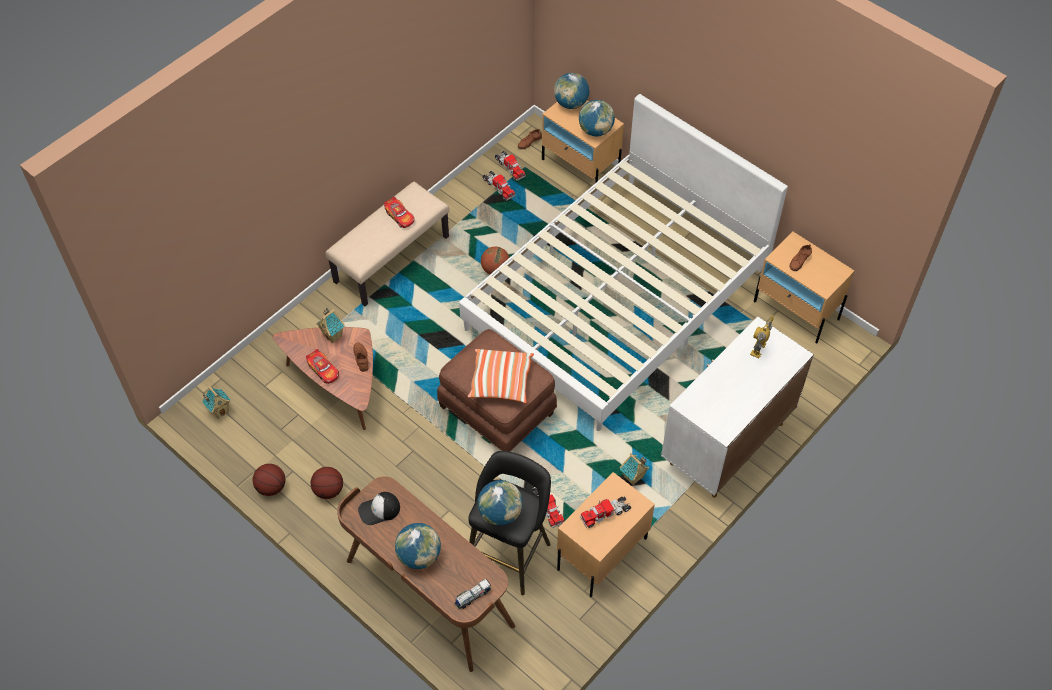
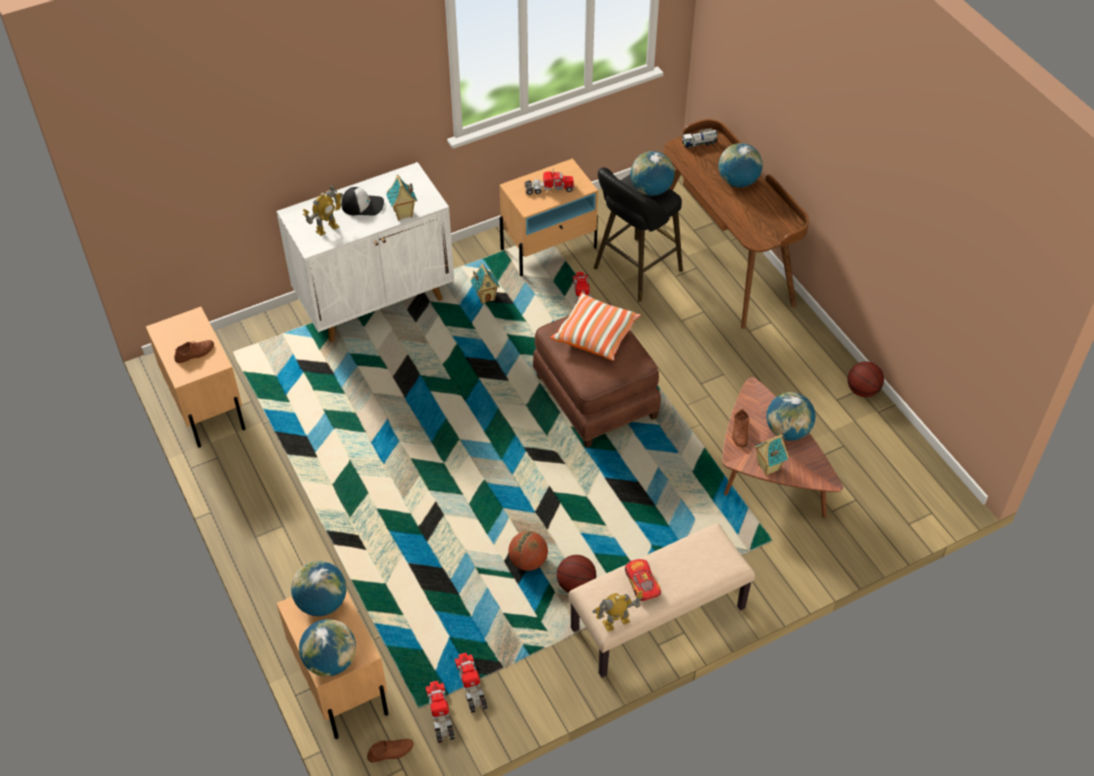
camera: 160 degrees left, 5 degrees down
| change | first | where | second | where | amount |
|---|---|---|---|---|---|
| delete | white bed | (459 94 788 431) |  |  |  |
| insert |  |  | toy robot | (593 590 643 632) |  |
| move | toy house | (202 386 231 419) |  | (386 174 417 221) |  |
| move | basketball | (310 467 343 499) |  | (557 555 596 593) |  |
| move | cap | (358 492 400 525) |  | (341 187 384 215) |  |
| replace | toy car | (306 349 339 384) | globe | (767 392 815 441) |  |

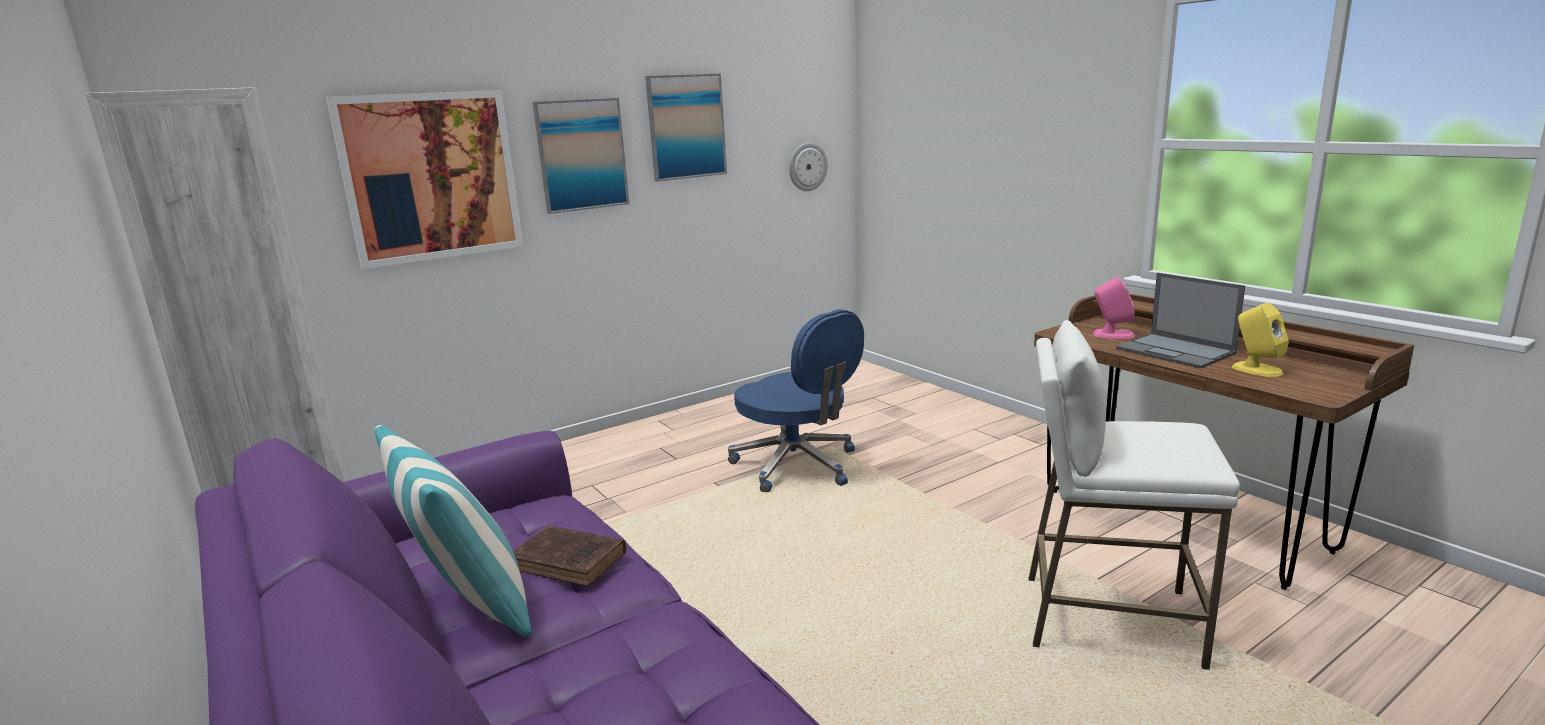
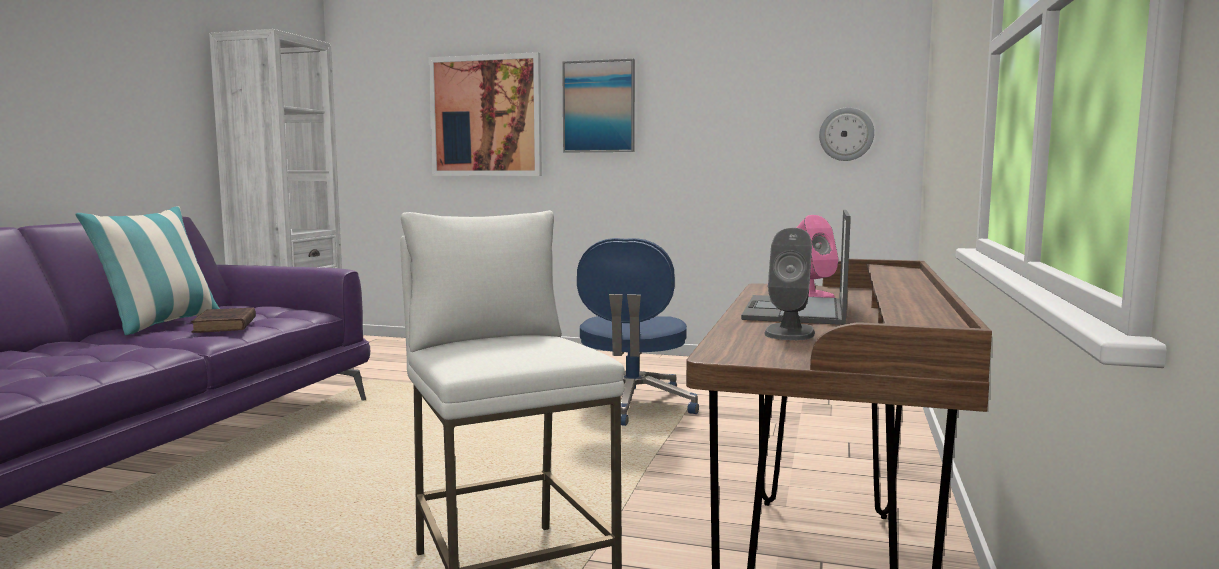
camera: 50 degrees right, 10 degrees down
| change | first | where | second | where | amount |
|---|---|---|---|---|---|
| delete | picture | (645 73 727 181) |  |  |  |
| recolor | yellow speaker | (1232 303 1289 377) | grey speaker | (764 228 815 340) |  |

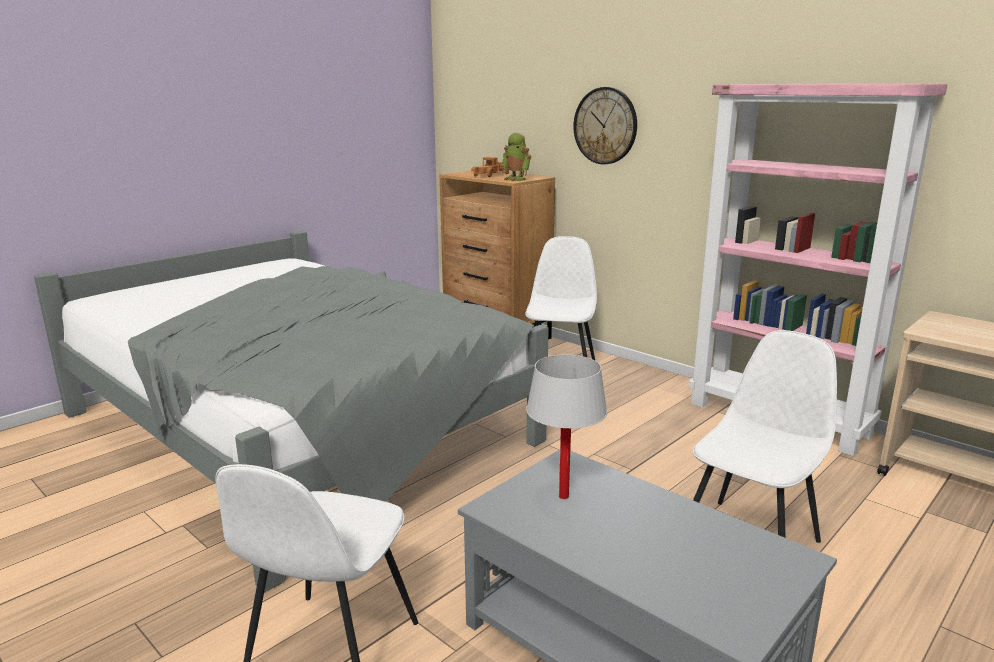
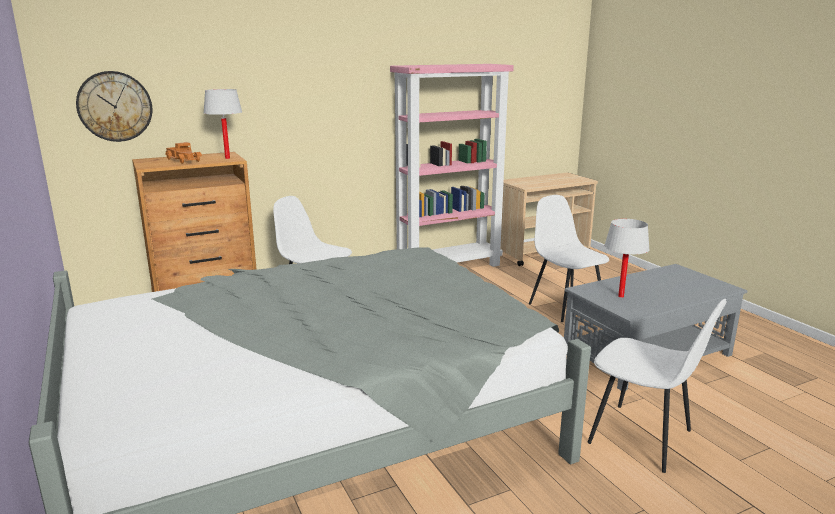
camera: 70 degrees left, 0 degrees up
| change | first | where | second | where | amount |
|---|---|---|---|---|---|
| move | wall clock | (573 87 637 164) |  | (76 71 152 142) |  |
| replace | toy robot | (501 133 531 181) | white table lamp | (204 89 242 159) |  |

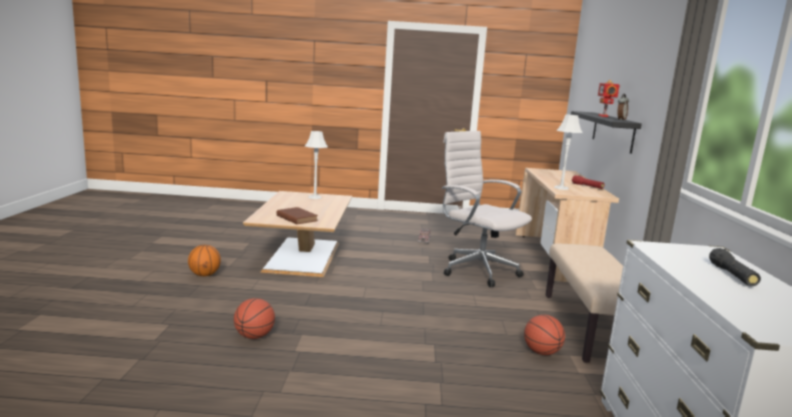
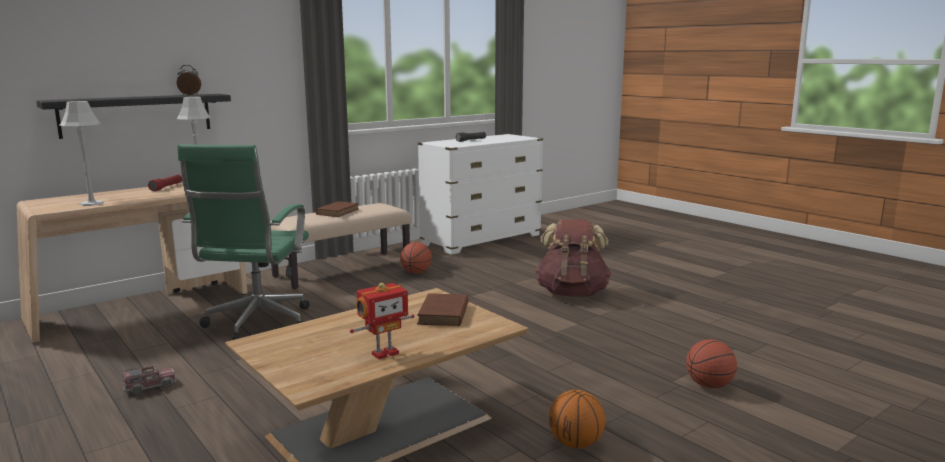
camera: 130 degrees left, 0 degrees up
| change | first | where | second | where | amount |
|---|---|---|---|---|---|
| insert |  |  | brown book | (316 201 359 217) |  |
| insert |  |  | brown backpack | (535 220 611 297) |  |
| move | basketball | (234 298 275 339) |  | (686 339 737 388) |  |
| move | grey table lamp | (305 131 328 199) |  | (59 101 104 206) |  |
| move | toy robot | (598 80 620 117) |  | (350 283 414 360) |  |
| recolor | white office chair | (442 131 532 287) | green office chair | (178 144 310 340) |  |

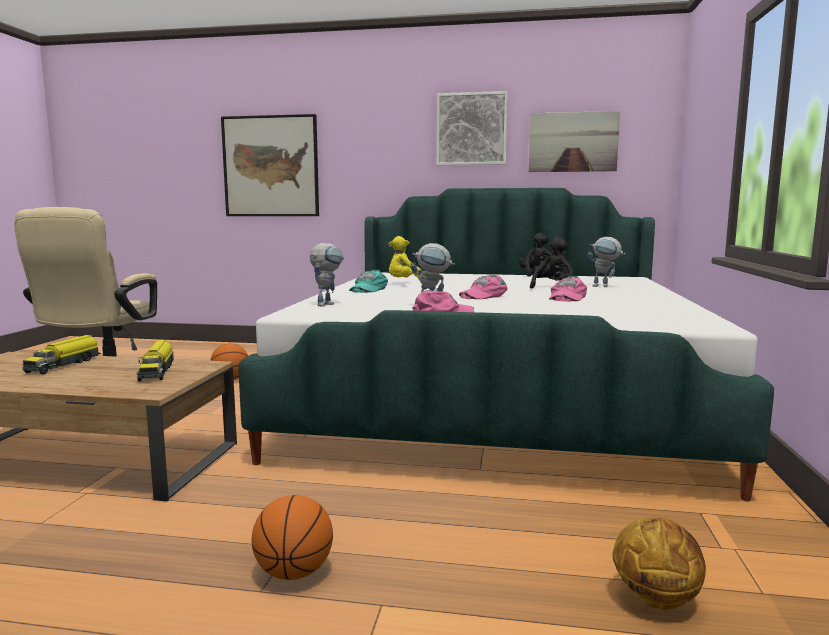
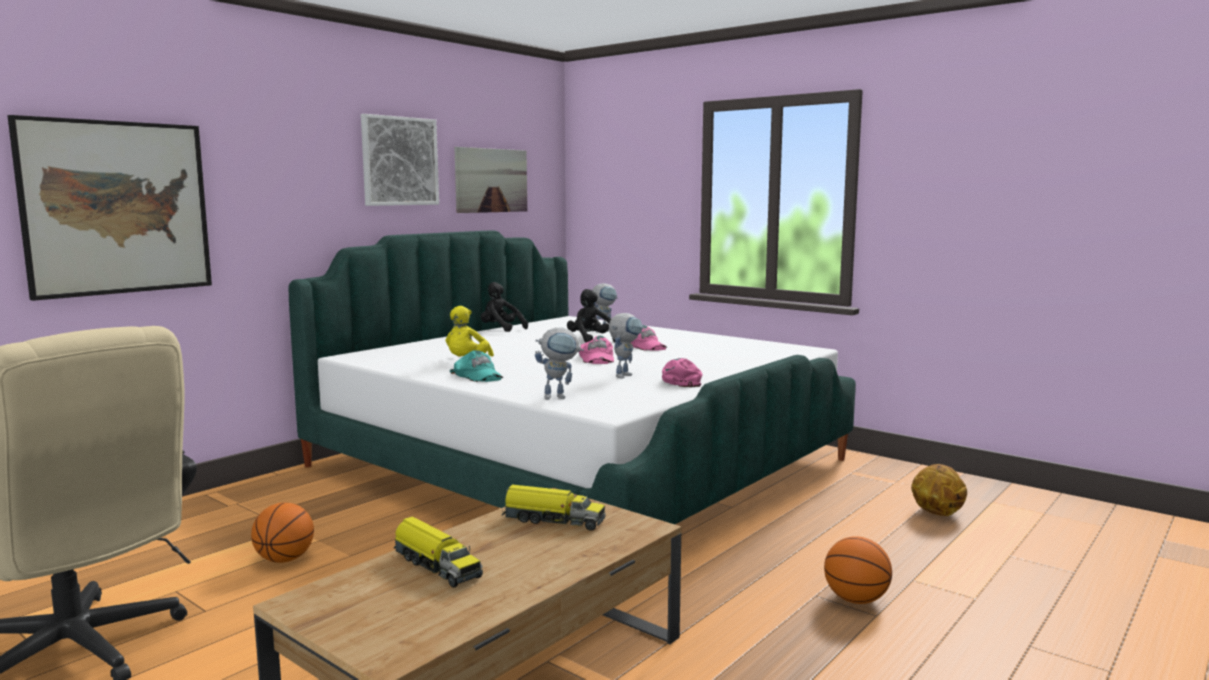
camera: 60 degrees left, 0 degrees up
| change | first | where | second | where | amount |
|---|---|---|---|---|---|
| rotate | toy robot | (310 243 344 307) |  | (535 327 584 400) | 105 degrees clockwise |

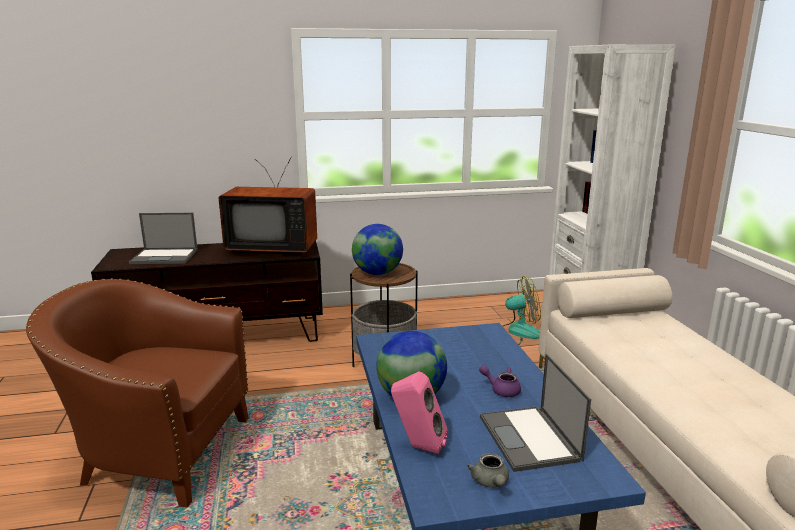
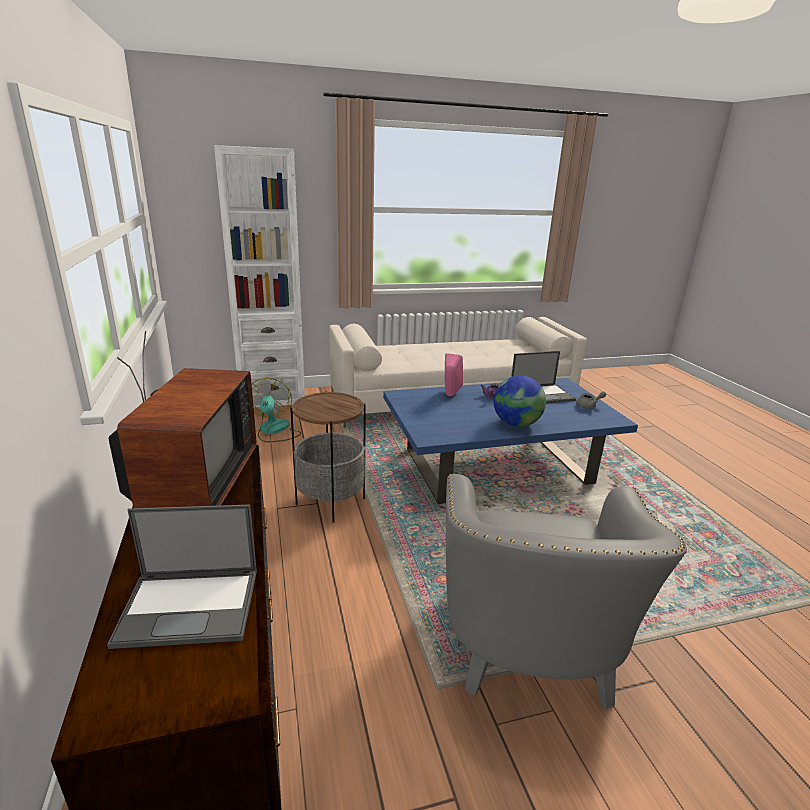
camera: 95 degrees left, 5 degrees up
| change | first | where | second | where | amount |
|---|---|---|---|---|---|
| delete | globe | (352 224 403 275) |  |  |  |
| move | pink speaker | (391 371 448 454) |  | (444 353 463 396) |  |
| recolor | brown armchair | (26 278 249 507) | grey armchair | (446 474 687 709) |  |
| rotate | laptop | (129 213 198 264) |  | (107 505 257 649) | 90 degrees clockwise |

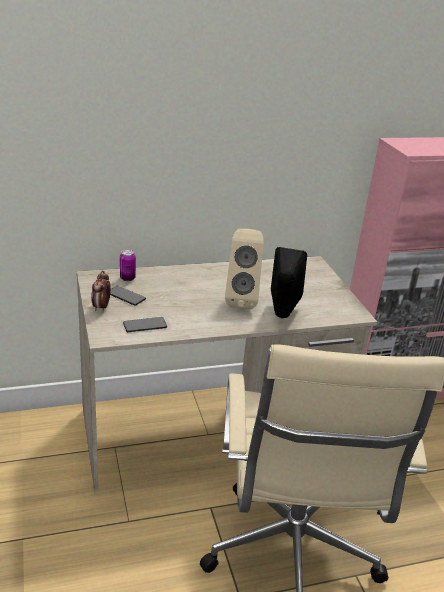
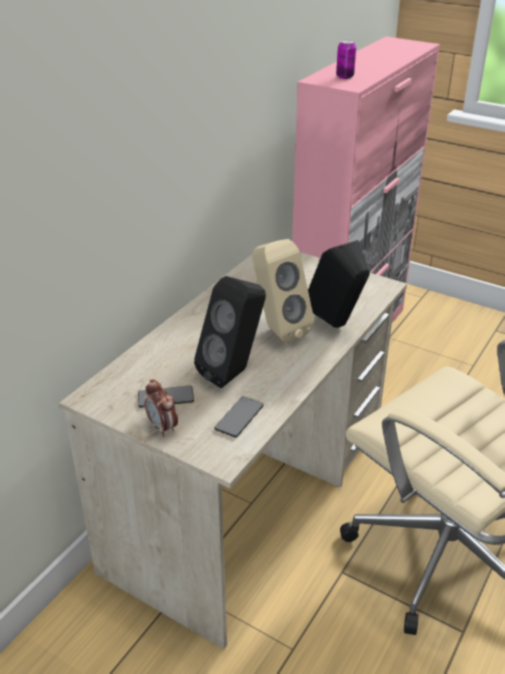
camera: 40 degrees left, 5 degrees up
| change | first | where | second | where | amount |
|---|---|---|---|---|---|
| insert |  |  | black speaker | (194 276 266 388) |  |
| move | can | (120 250 136 281) |  | (336 40 356 79) |  |

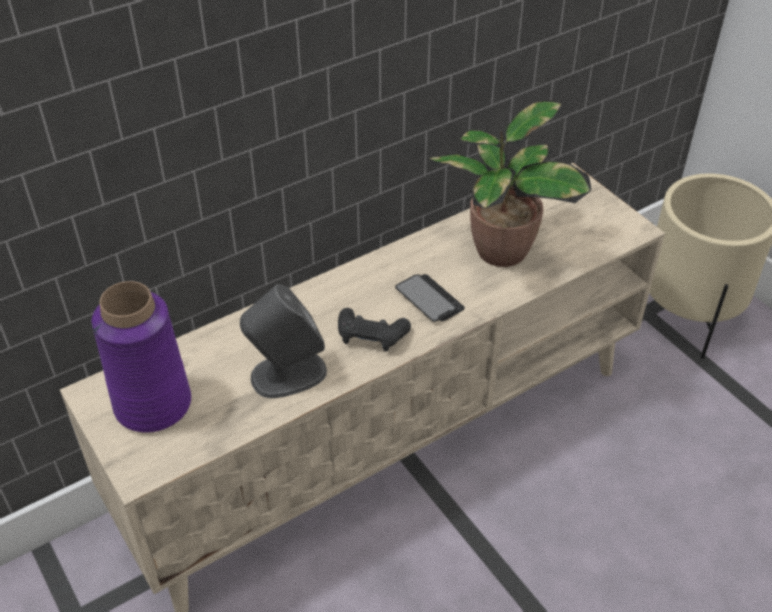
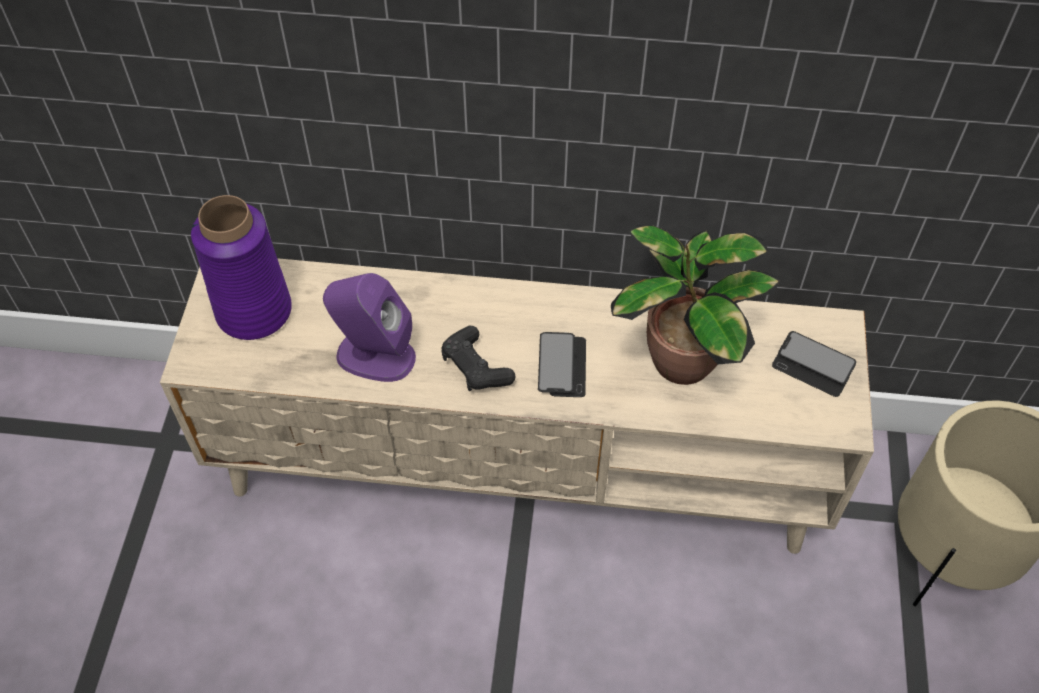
camera: 40 degrees right, 10 degrees up
| change | first | where | second | where | amount |
|---|---|---|---|---|---|
| insert |  |  | phone | (772 331 856 397) |  |
| recolor | grey speaker | (240 284 327 398) | purple speaker | (323 273 416 382) |  |

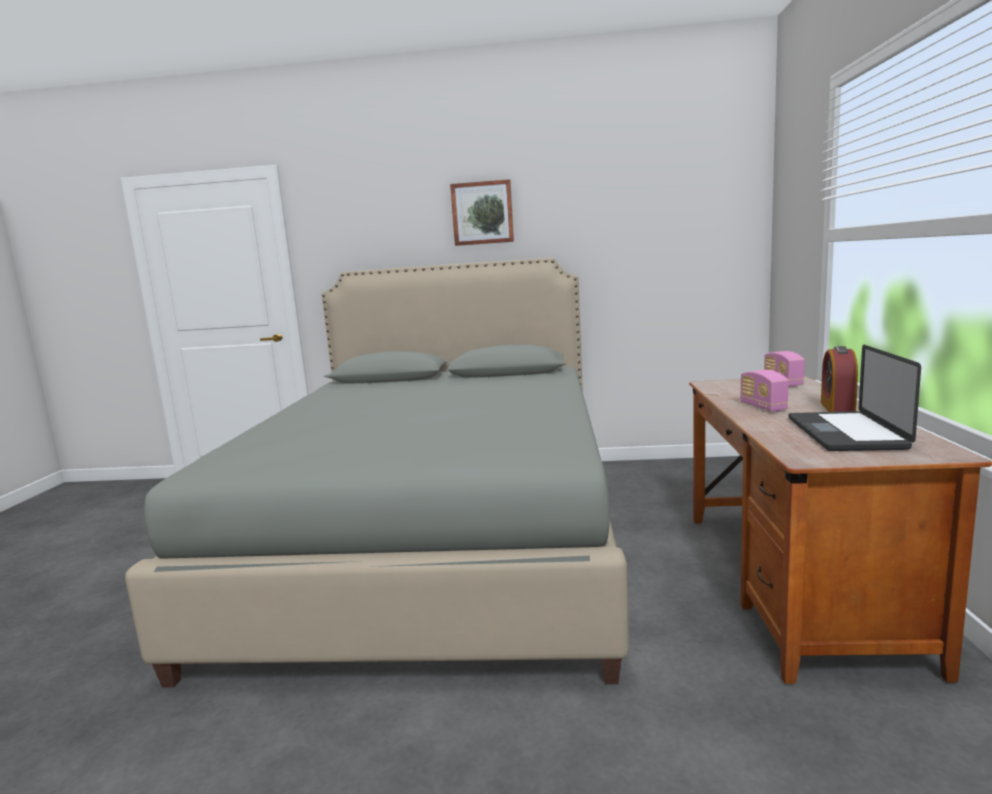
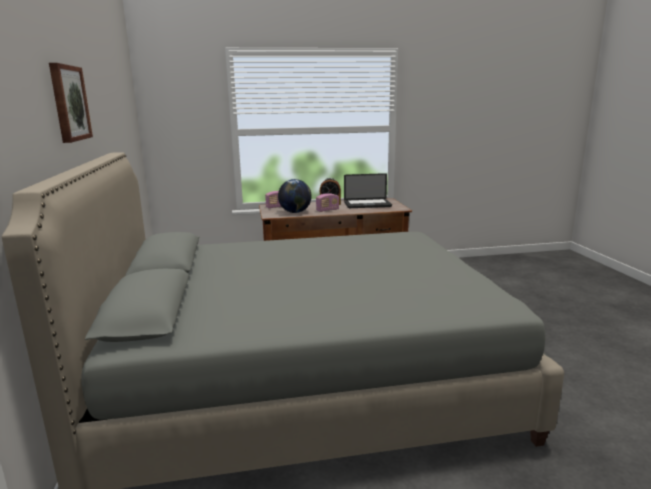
camera: 105 degrees left, 5 degrees up
| change | first | where | second | where | amount |
|---|---|---|---|---|---|
| insert |  |  | globe | (278 179 312 213) |  |

